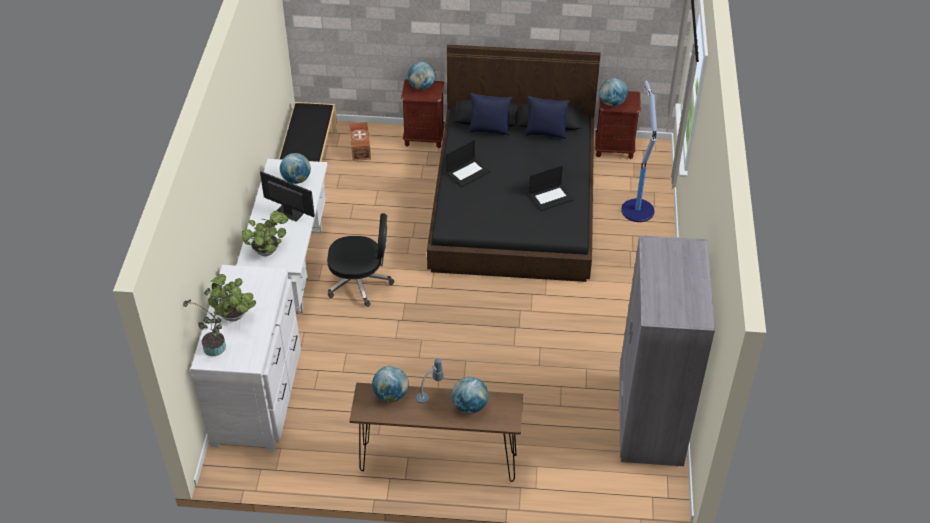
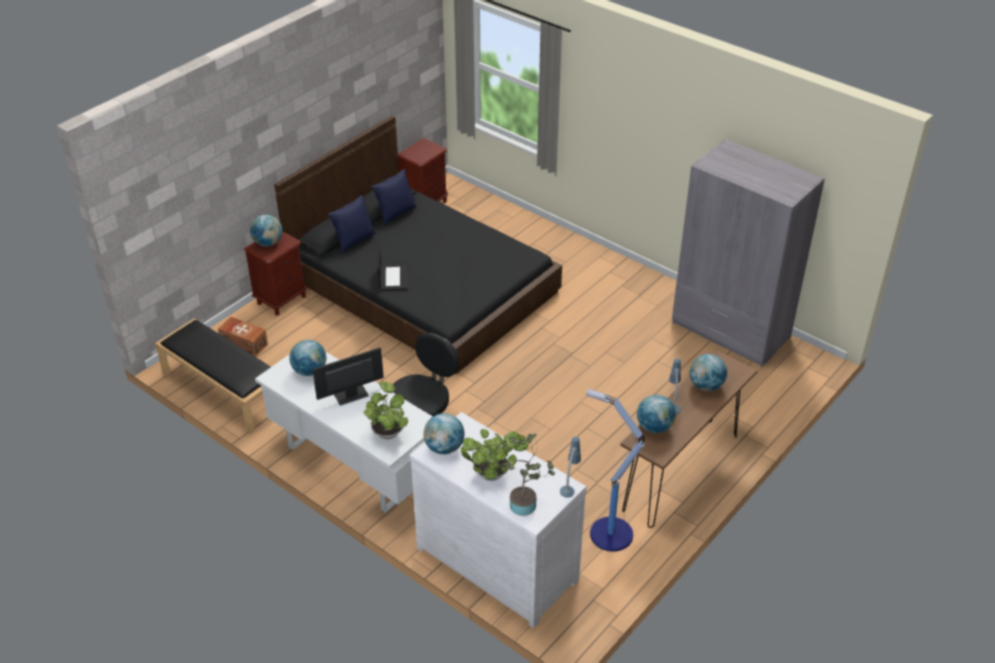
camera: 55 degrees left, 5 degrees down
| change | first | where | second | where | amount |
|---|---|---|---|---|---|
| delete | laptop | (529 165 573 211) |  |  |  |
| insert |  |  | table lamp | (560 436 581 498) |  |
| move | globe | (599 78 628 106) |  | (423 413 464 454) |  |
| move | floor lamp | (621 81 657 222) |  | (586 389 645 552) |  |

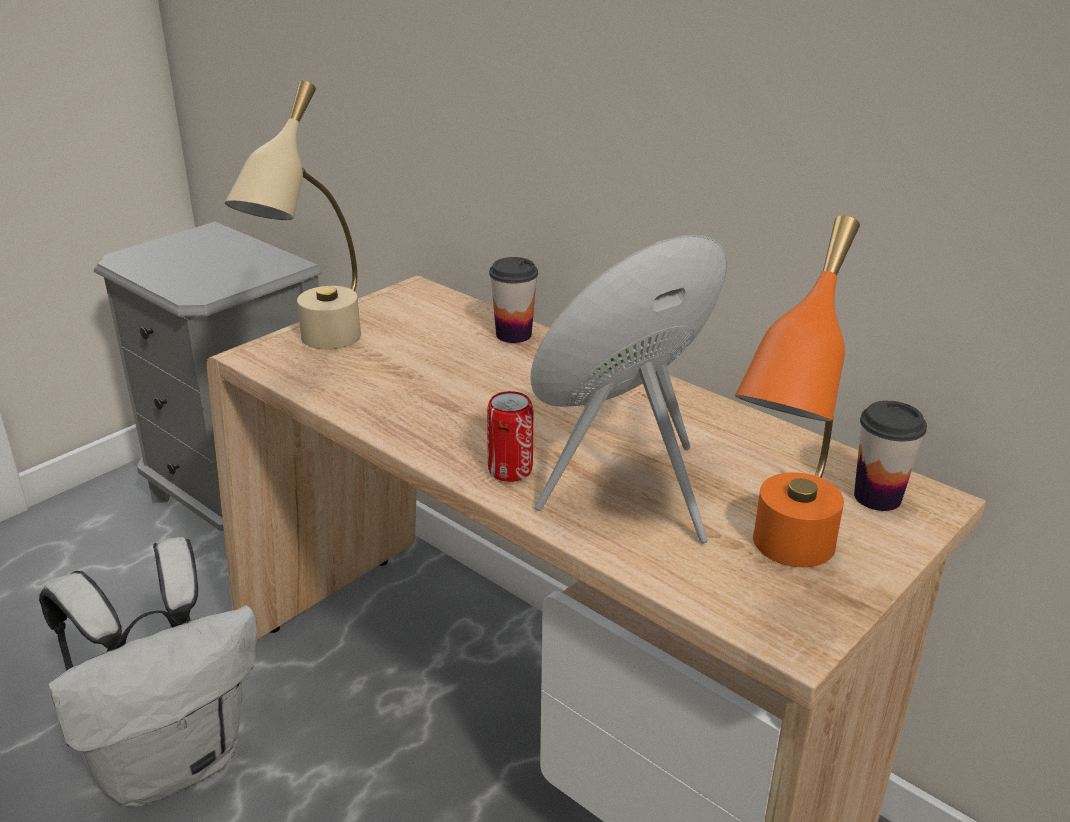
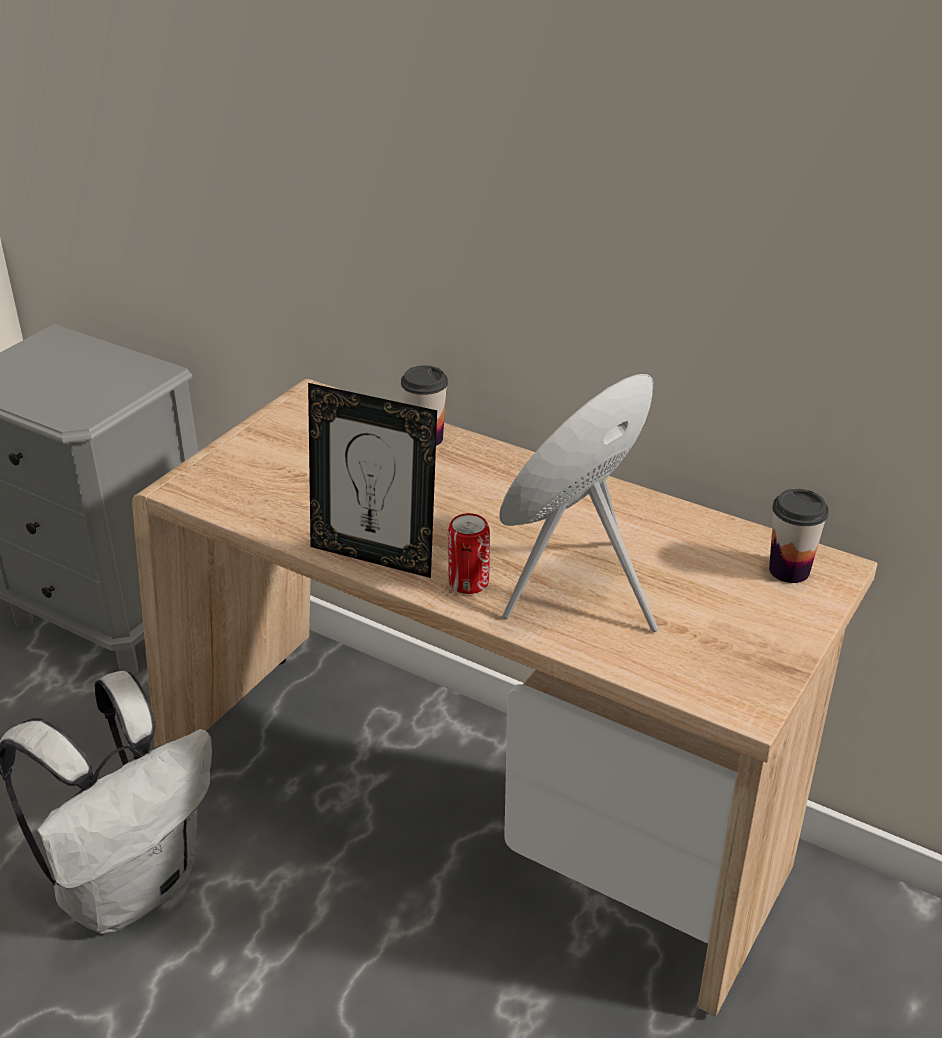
camera: 10 degrees left, 5 degrees up
| change | first | where | second | where | amount |
|---|---|---|---|---|---|
| delete | beige table lamp | (225 81 361 349) |  |  |  |
| delete | orange table lamp | (735 215 860 567) |  |  |  |
| insert |  |  | picture frame | (308 383 437 578) |  |

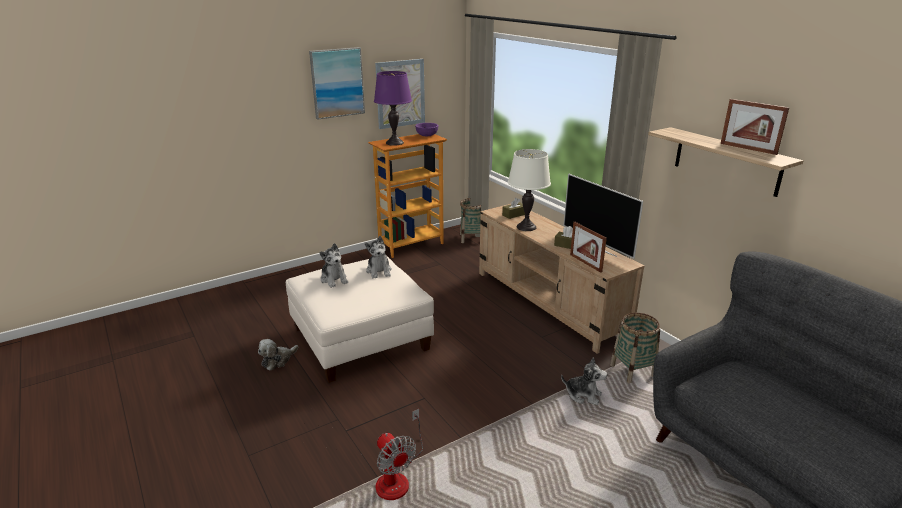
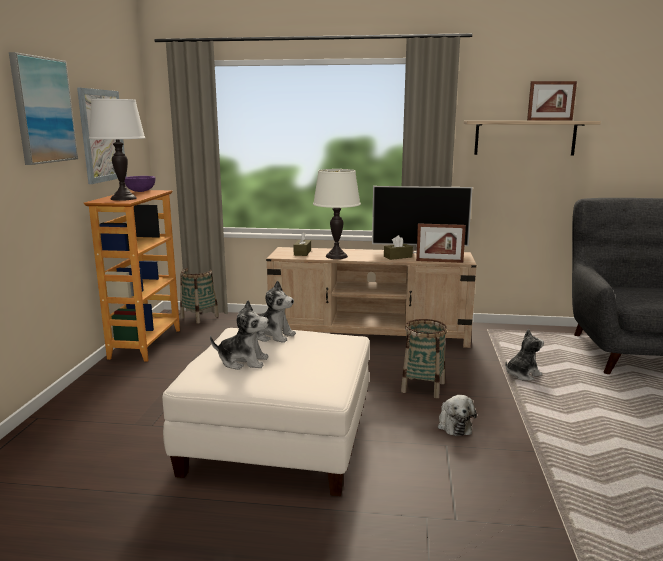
camera: 50 degrees left, 10 degrees down
| change | first | where | second | where | amount |
|---|---|---|---|---|---|
| delete | fan | (376 409 423 500) |  |  |  |
| move | plush toy | (258 339 298 371) |  | (438 395 477 436) |  |
| move | basket | (610 313 660 383) |  | (401 319 447 398) |  |
| recolor | purple table lamp | (374 71 412 146) | white table lamp | (89 99 145 201) |  |

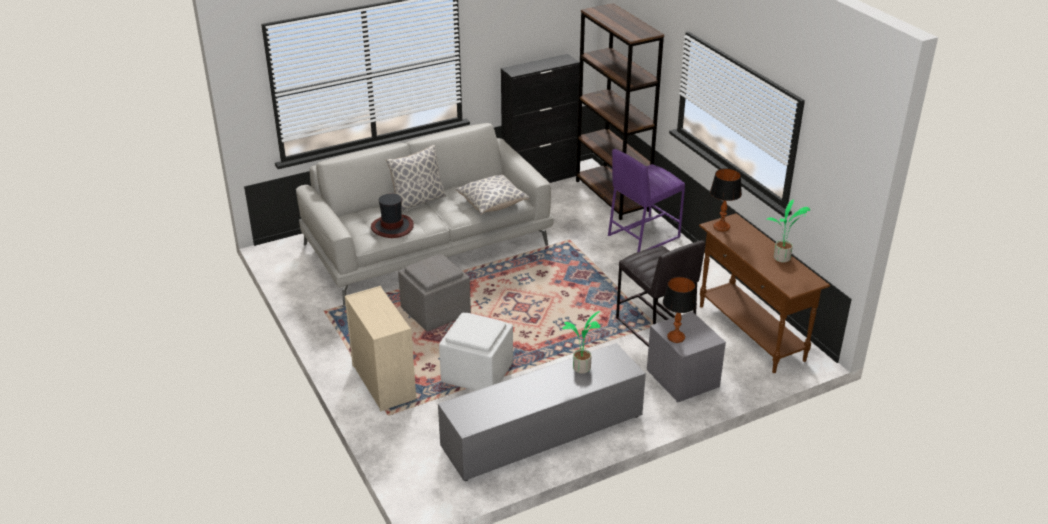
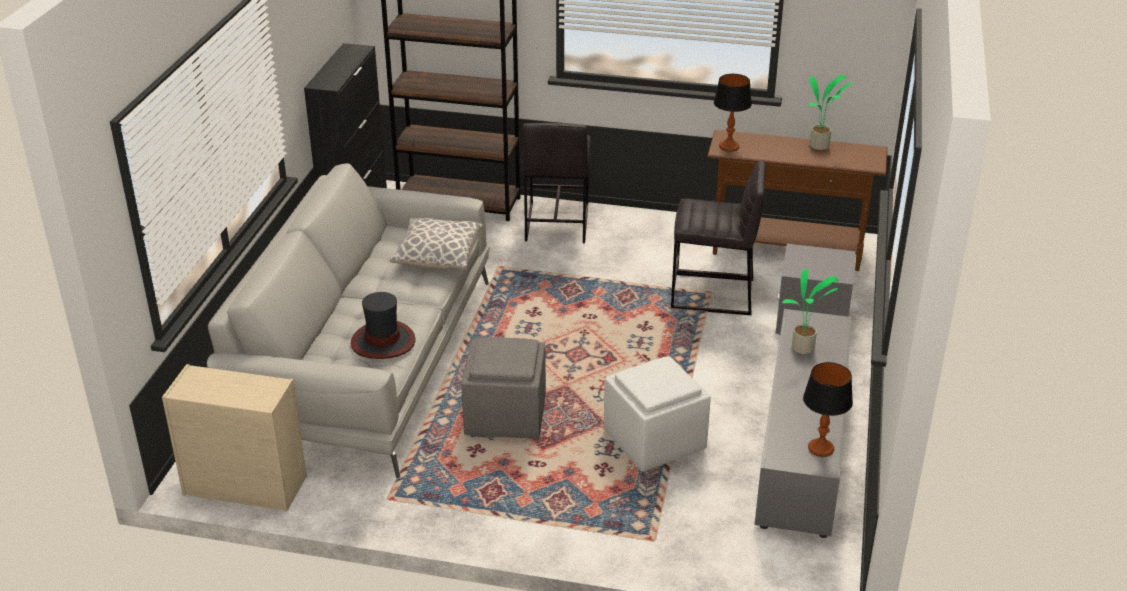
camera: 50 degrees left, 0 degrees up
| change | first | where | second | where | amount |
|---|---|---|---|---|---|
| delete | pillow | (386 145 446 211) |  |  |  |
| move | beige dresser | (345 286 416 411) |  | (162 364 307 512) |  |
| move | table lamp | (663 277 697 343) |  | (803 362 853 457) |  |
| recolor | purple stool | (608 149 685 252) | grey stool | (522 123 590 243) |  |

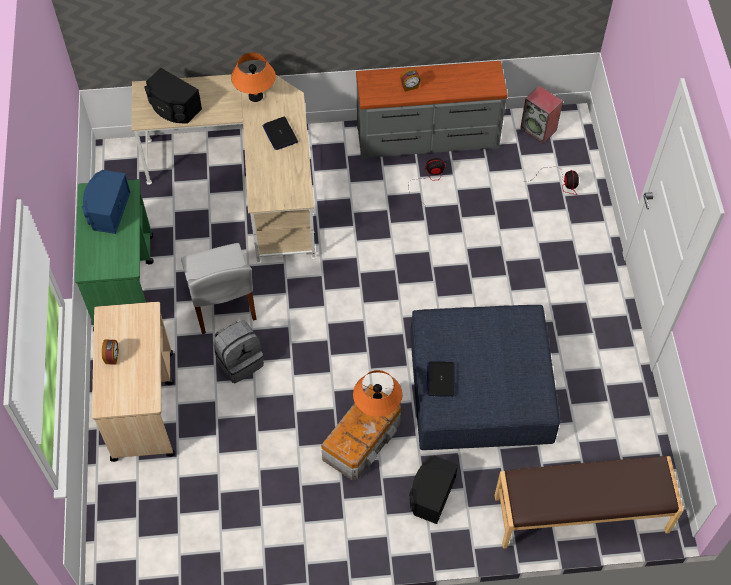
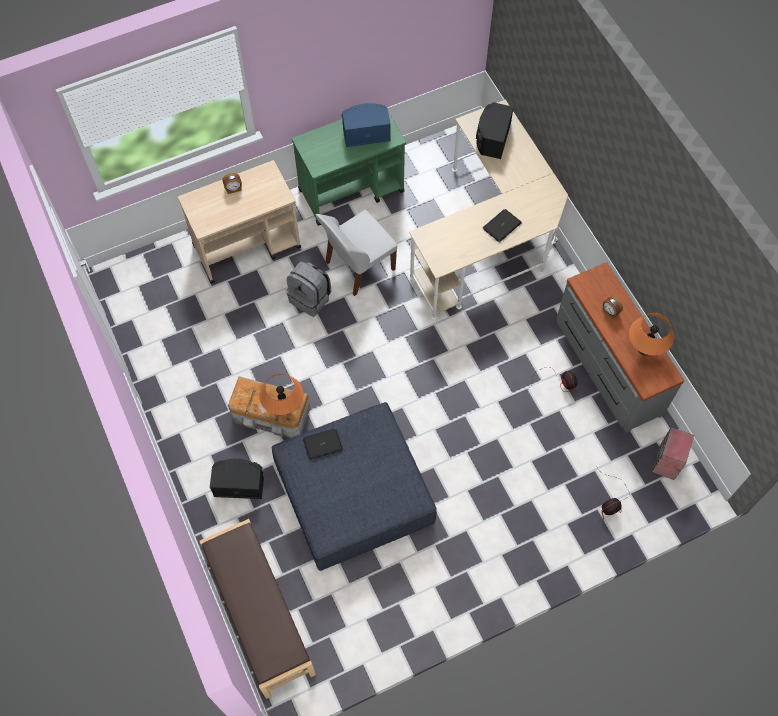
camera: 70 degrees right, 5 degrees up
| change | first | where | second | where | amount |
|---|---|---|---|---|---|
| move | orange table lamp | (231 53 276 102) |  | (629 313 674 356) |  |

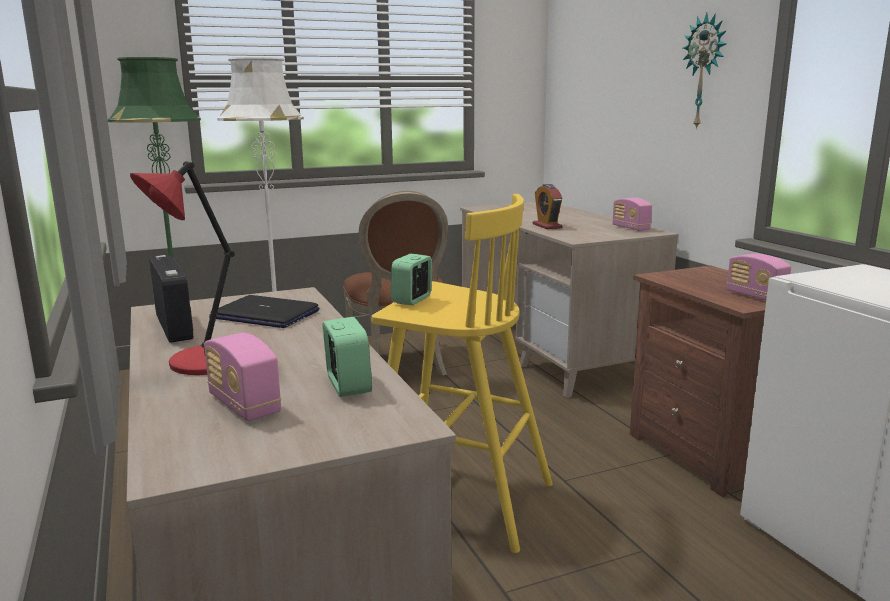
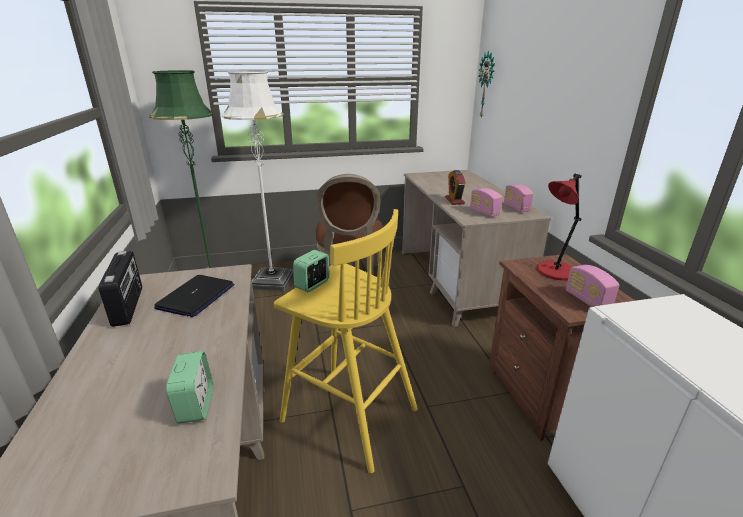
camera: 10 degrees right, 10 degrees up
| change | first | where | second | where | amount |
|---|---|---|---|---|---|
| move | red table lamp | (130 161 235 375) |  | (537 173 582 280) |  |
| move | radio | (204 333 281 421) |  | (470 188 502 217) |  |
| move | wall clock | (683 13 727 130) |  | (478 51 495 117) |  |
| rotate | laptop | (209 295 319 328) |  | (154 275 234 317) | 105 degrees counterclockwise |

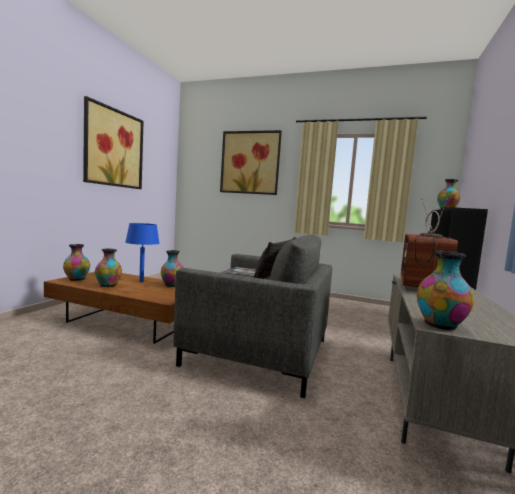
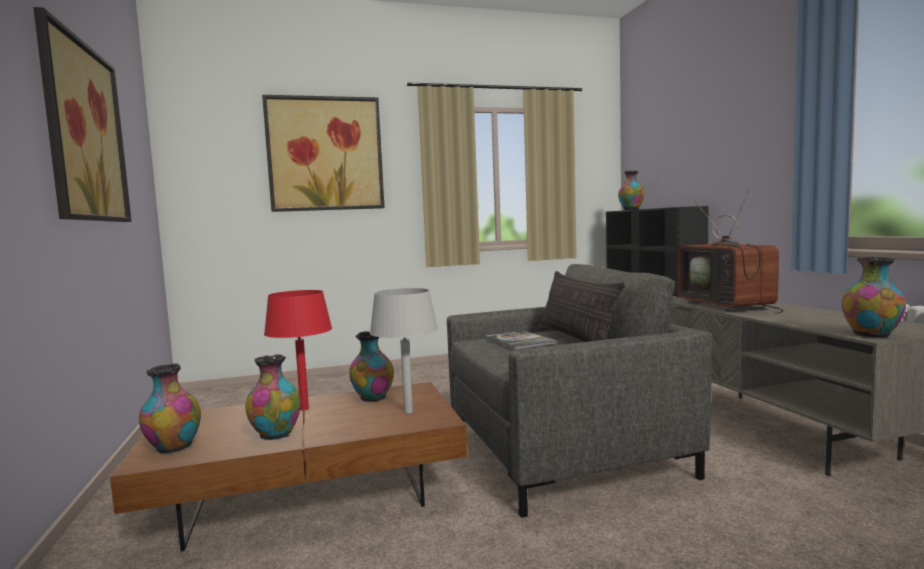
camera: 35 degrees left, 0 degrees up
| change | first | where | second | where | amount |
|---|---|---|---|---|---|
| insert |  |  | grey table lamp | (370 288 438 414) |  |
| recolor | blue table lamp | (125 223 159 282) | red table lamp | (264 290 332 410) |  |

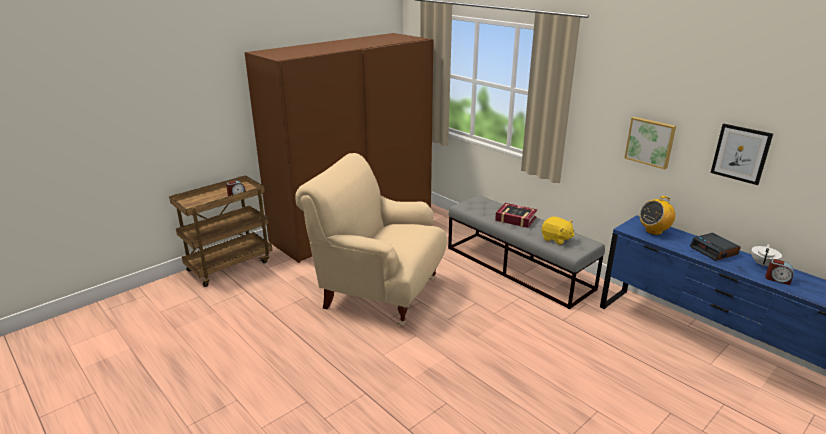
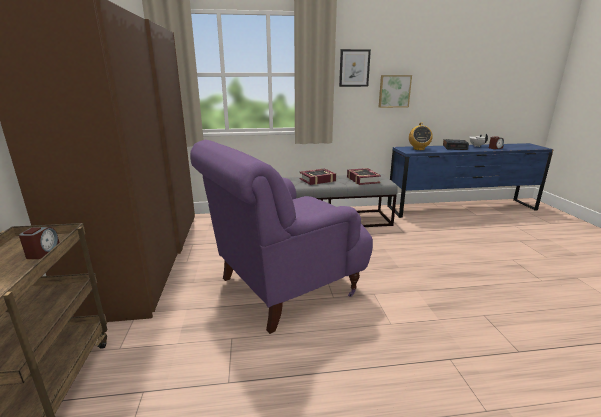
camera: 55 degrees left, 5 degrees down
| change | first | where | second | where | amount |
|---|---|---|---|---|---|
| move | picture | (711 124 773 185) |  | (339 49 371 87) |  |
| replace | yellow plush toy | (542 217 575 245) | book | (347 168 381 185) |  |
| recolor | beige armchair | (295 153 447 326) | purple armchair | (190 140 373 334) |  |

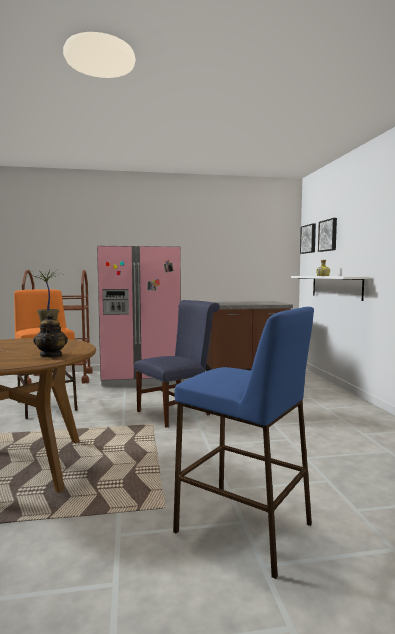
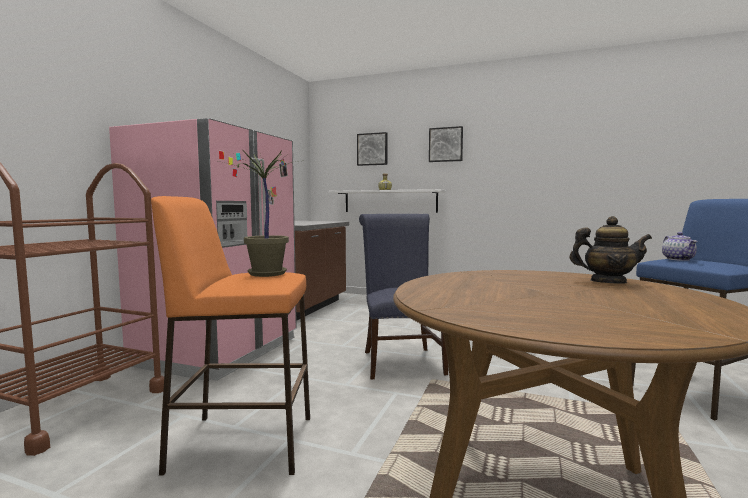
camera: 60 degrees left, 0 degrees up
| change | first | where | second | where | amount |
|---|---|---|---|---|---|
| insert |  |  | teapot | (662 232 697 261) |  |
| move | picture | (300 223 316 254) |  | (429 126 463 162) |  |

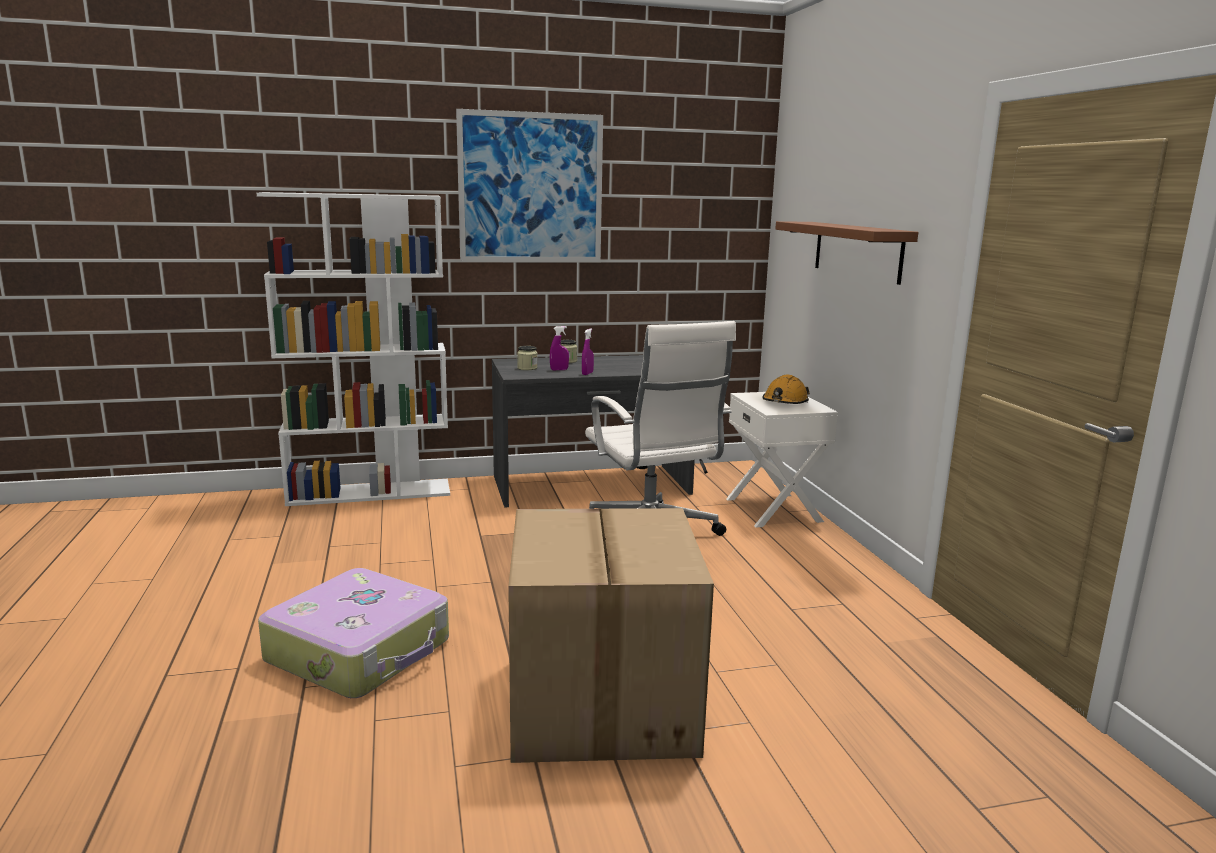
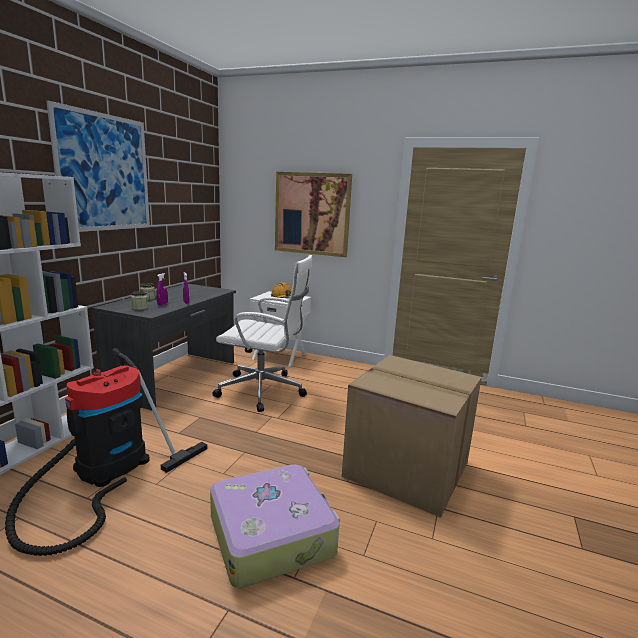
camera: 55 degrees left, 0 degrees up
| change | first | where | second | where | amount |
|---|---|---|---|---|---|
| insert |  |  | vacuum cleaner | (5 348 207 556) |  |
| replace | brown shelf | (775 221 918 285) | picture | (275 172 352 257) |  |

